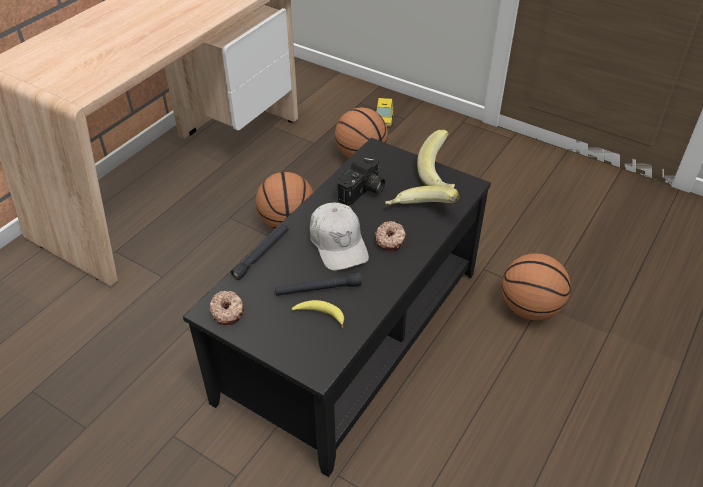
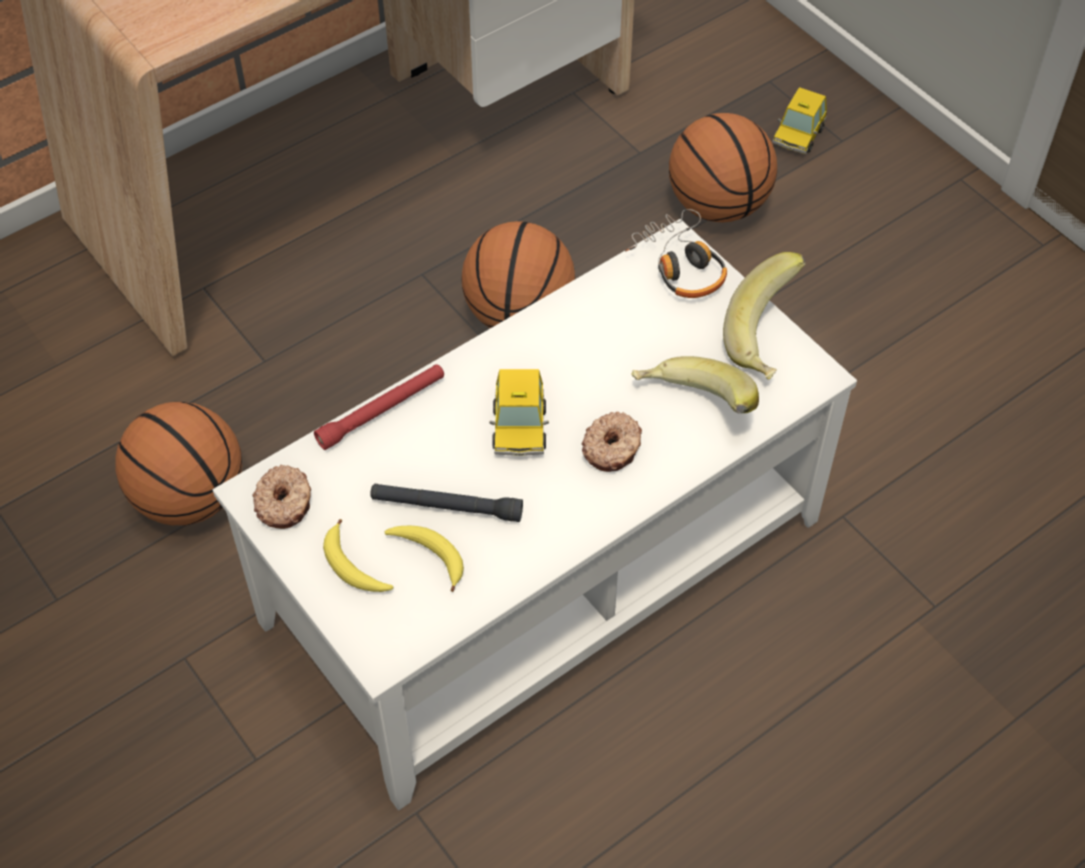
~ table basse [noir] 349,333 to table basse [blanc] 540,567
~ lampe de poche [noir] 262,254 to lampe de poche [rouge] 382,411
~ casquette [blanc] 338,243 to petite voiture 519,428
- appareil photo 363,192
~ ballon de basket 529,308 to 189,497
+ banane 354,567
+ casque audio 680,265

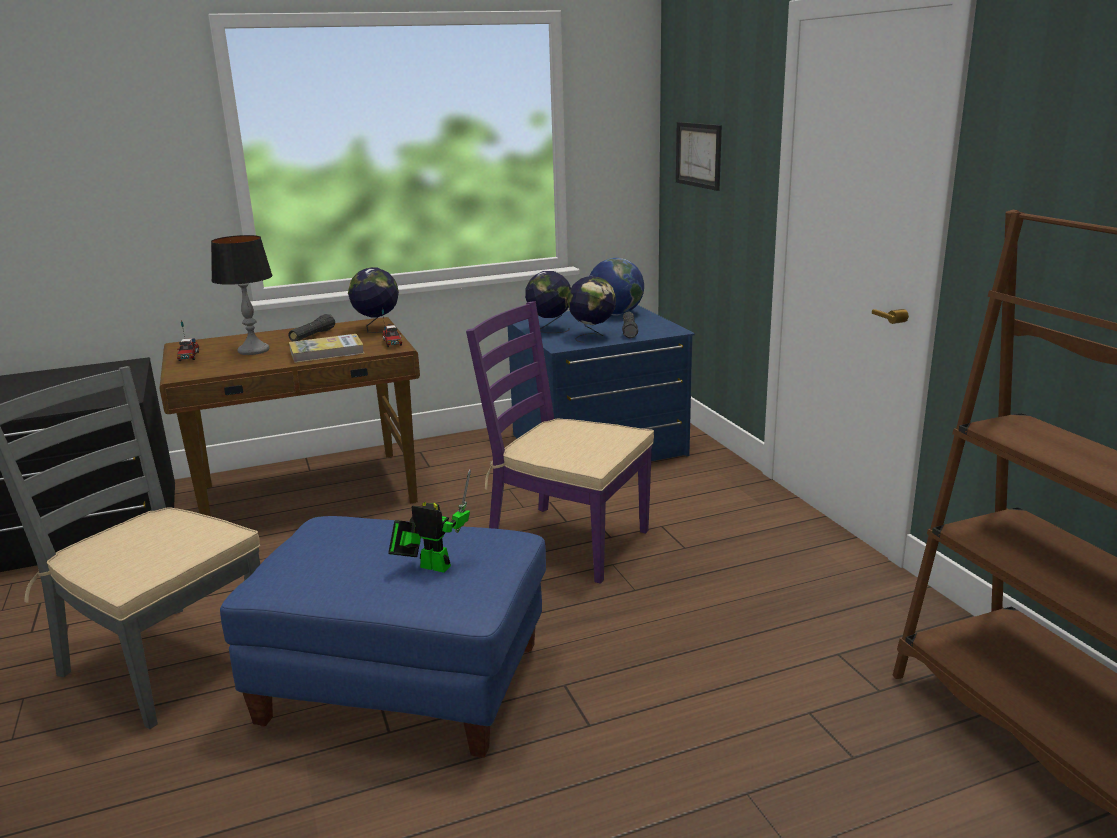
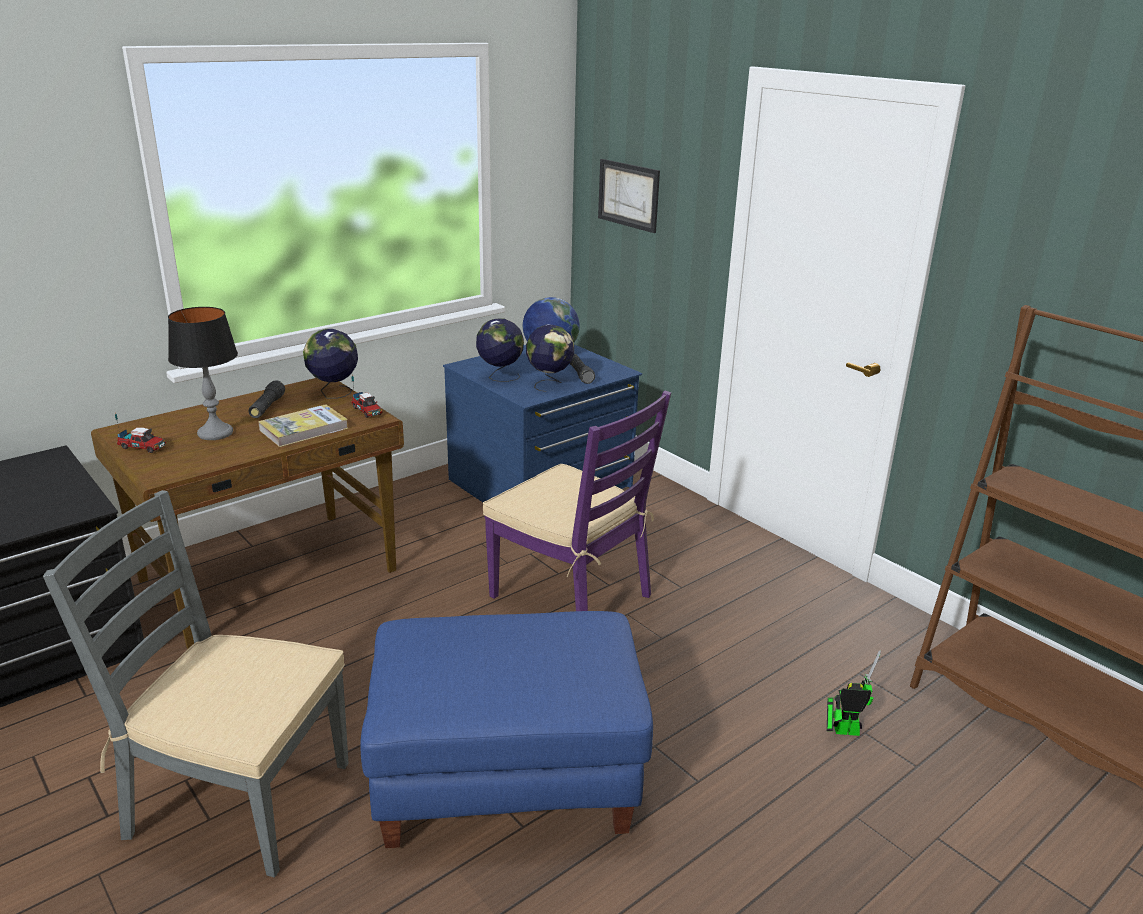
~ camion jouet 189,356 = 143,447 45 degrees counterclockwise
~ robot jouet 431,566 to 842,730
~ chaise [violet] 567,542 = 572,596 150 degrees counterclockwise

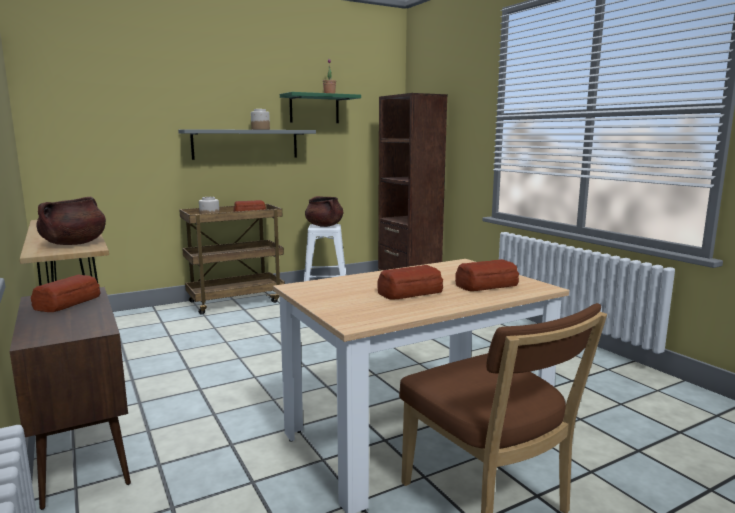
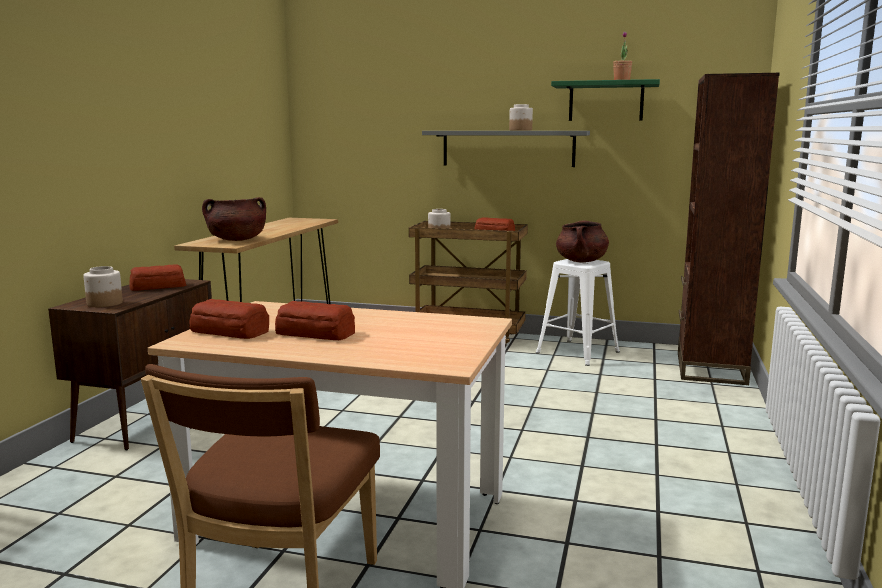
~ pain 485,285 to 229,331
+ bocal 104,303

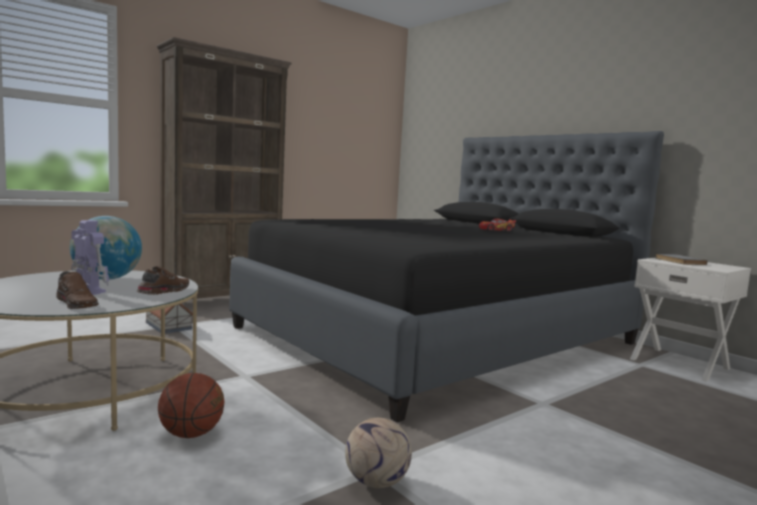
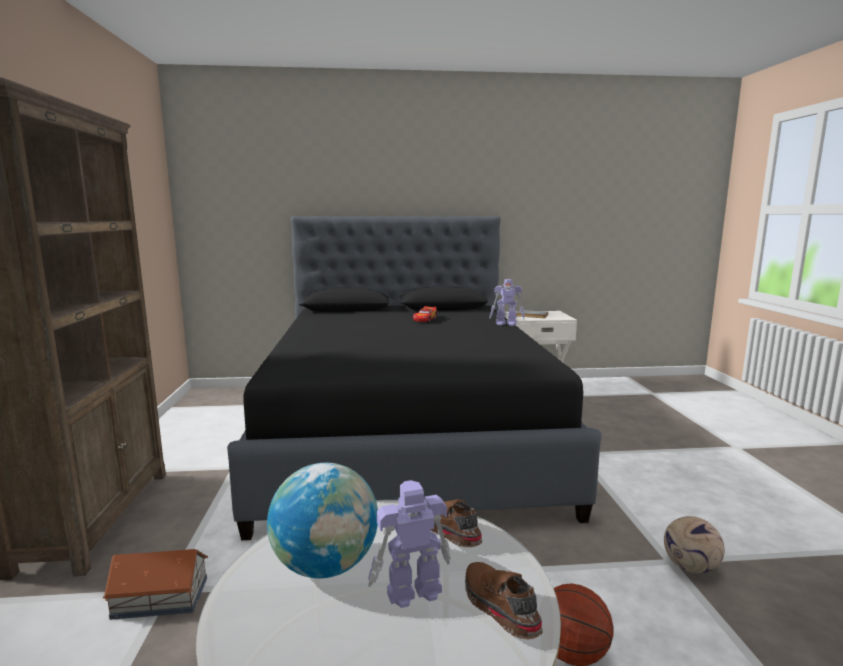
~ chaussure [marron] 78,304 = 498,607 105 degrees counterclockwise
+ robot jouet 506,324

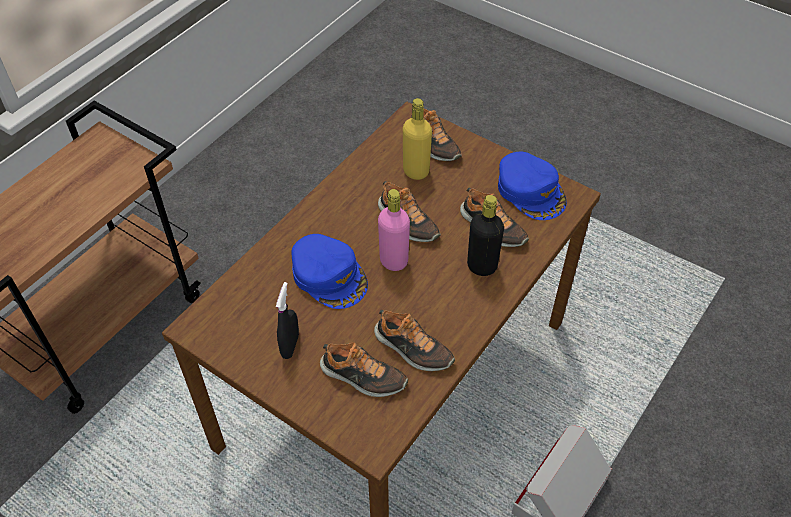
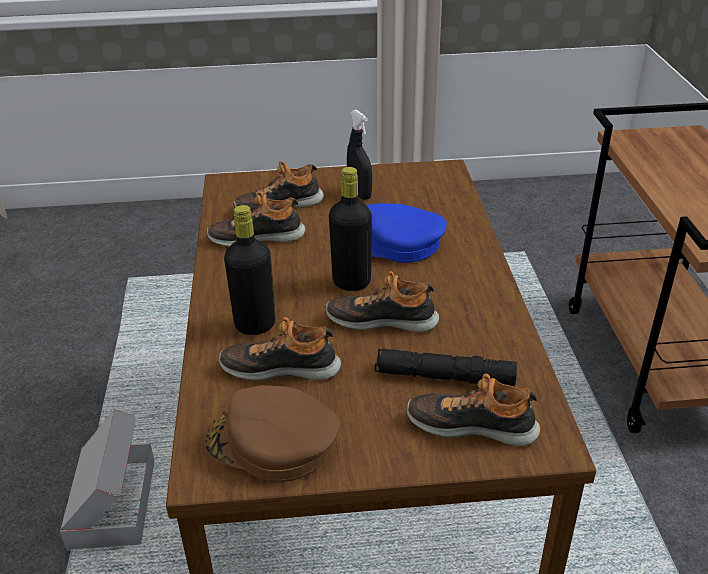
~ bouteille [rose] 394,261 to bouteille [noir] 351,282
~ bouteille [jaune] 416,171 to lampe de poche [noir] 444,376
~ casquette [bleu] 531,191 to casquette [marron] 272,442

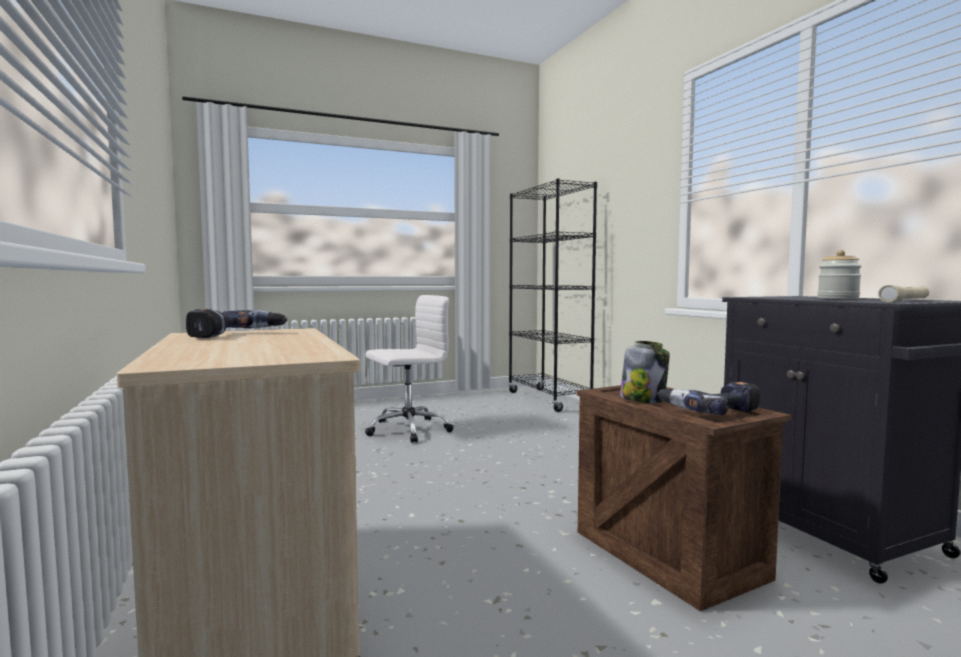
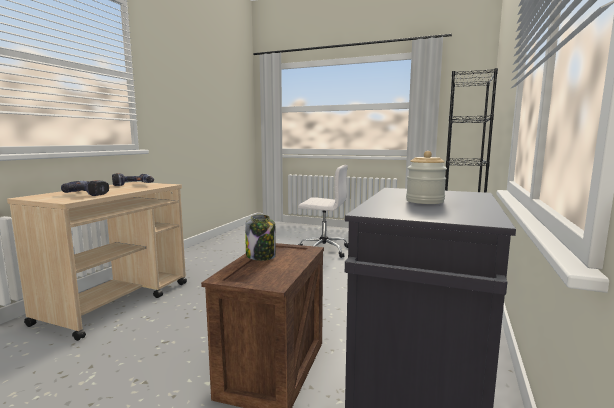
~ perceuse 709,410 to 91,193
- lampe de poche [beige] 905,301

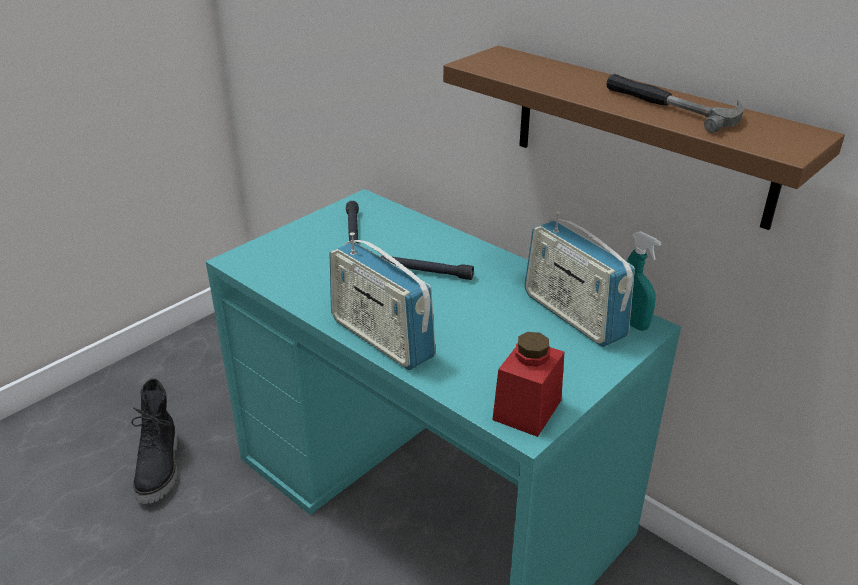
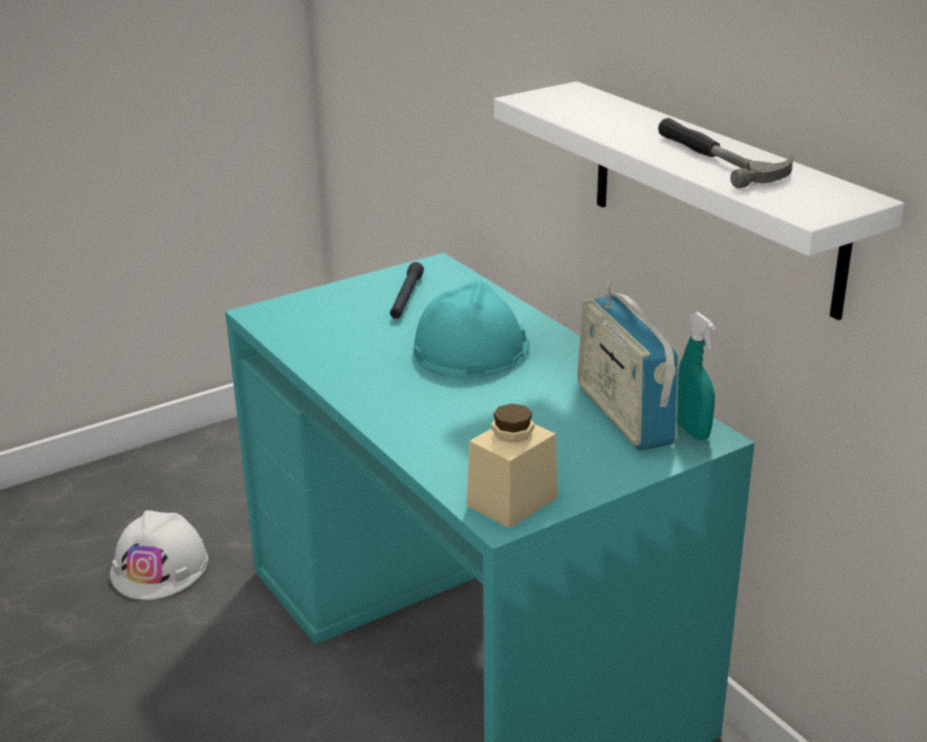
~ botte [noir] 160,468 to casque de chantier [blanc] 160,567
- radio 381,339
~ lampe de poche [noir] 426,272 to casque de chantier [turquoise] 470,349
~ étagère [marron] 641,134 to étagère [blanc] 713,195
~ bocal [rouge] 527,410 to bocal [beige] 512,501

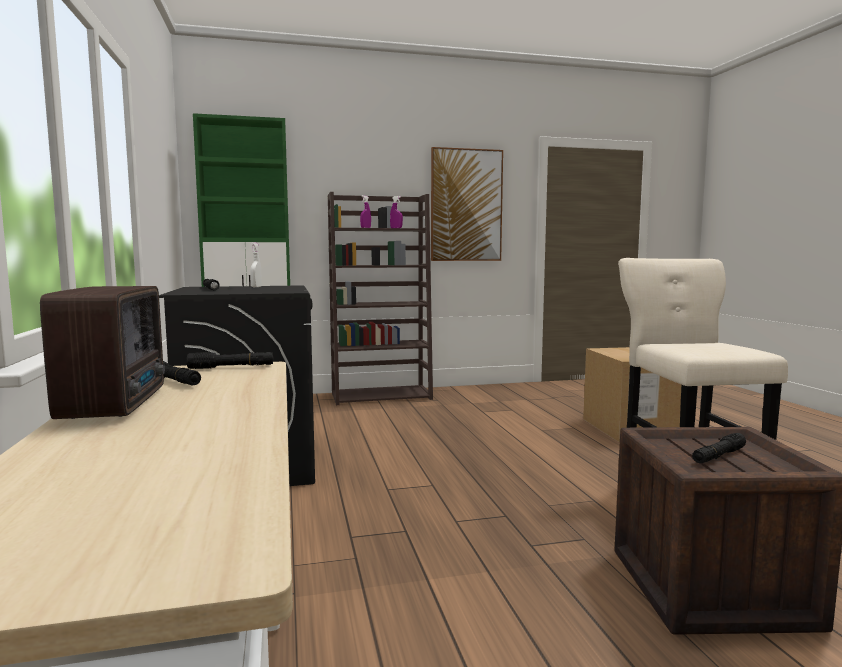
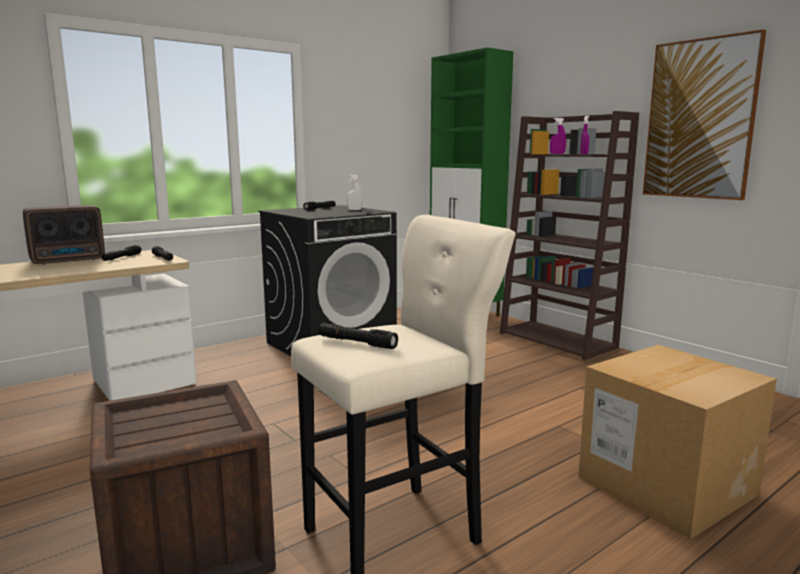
~ lampe de poche [noir] 718,456 to 356,343

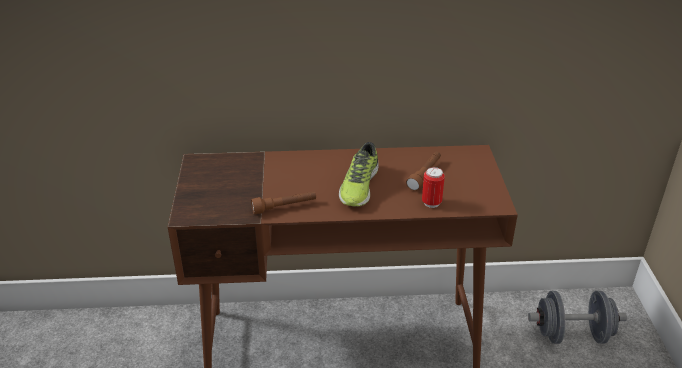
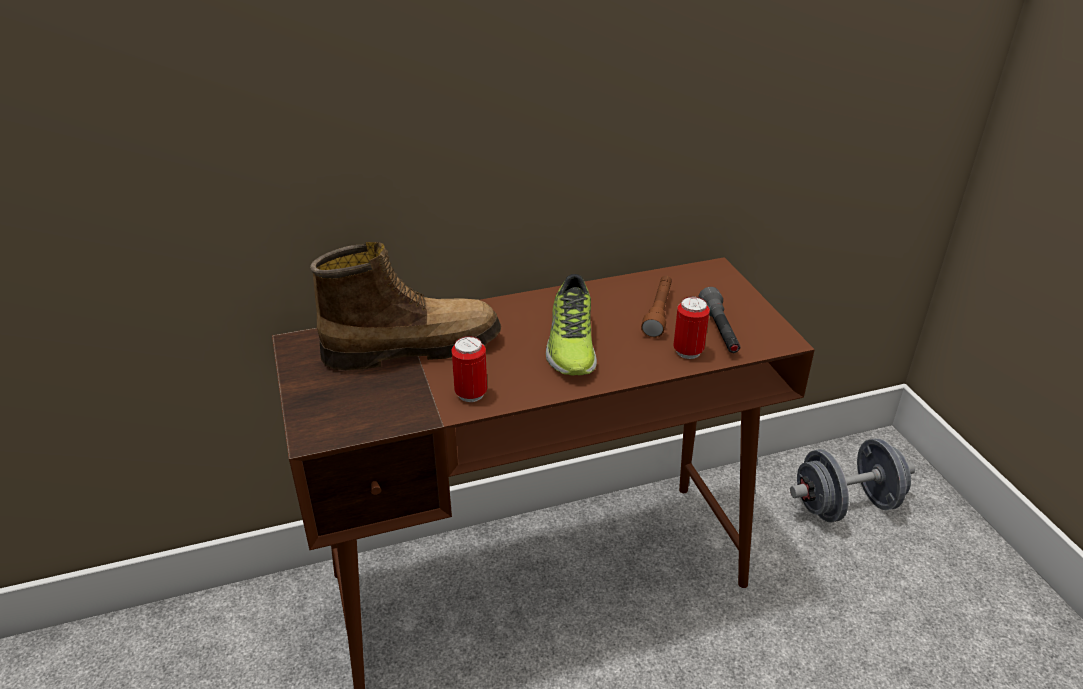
~ lampe de poche [marron] 284,207 to boîte métallique 471,394
+ botte 412,347
+ lampe de poche [gris] 719,330

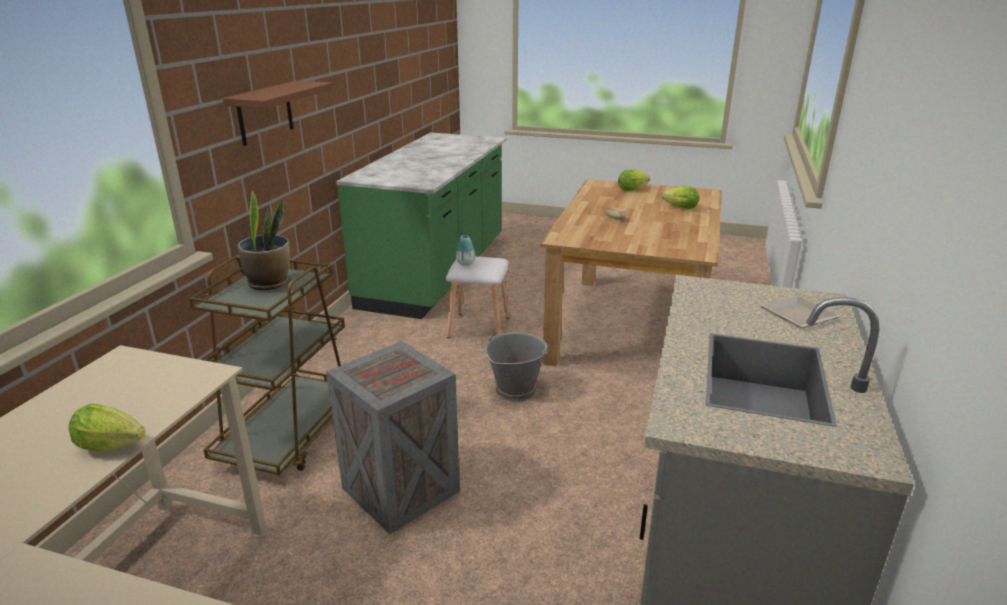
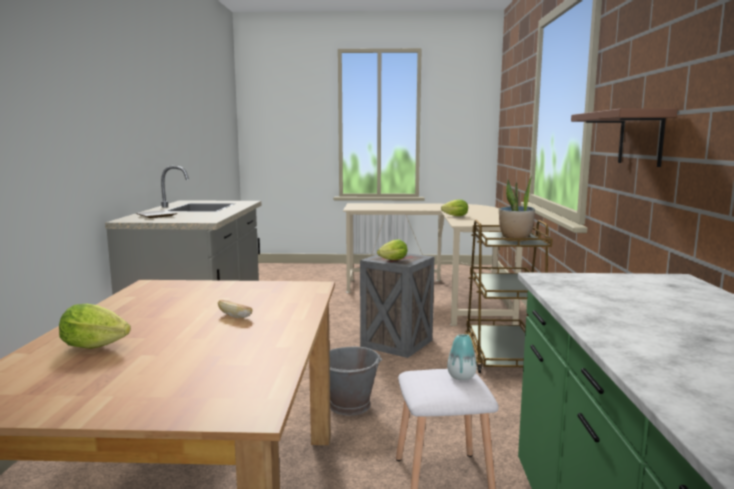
~ laitue 633,189 to 391,260

